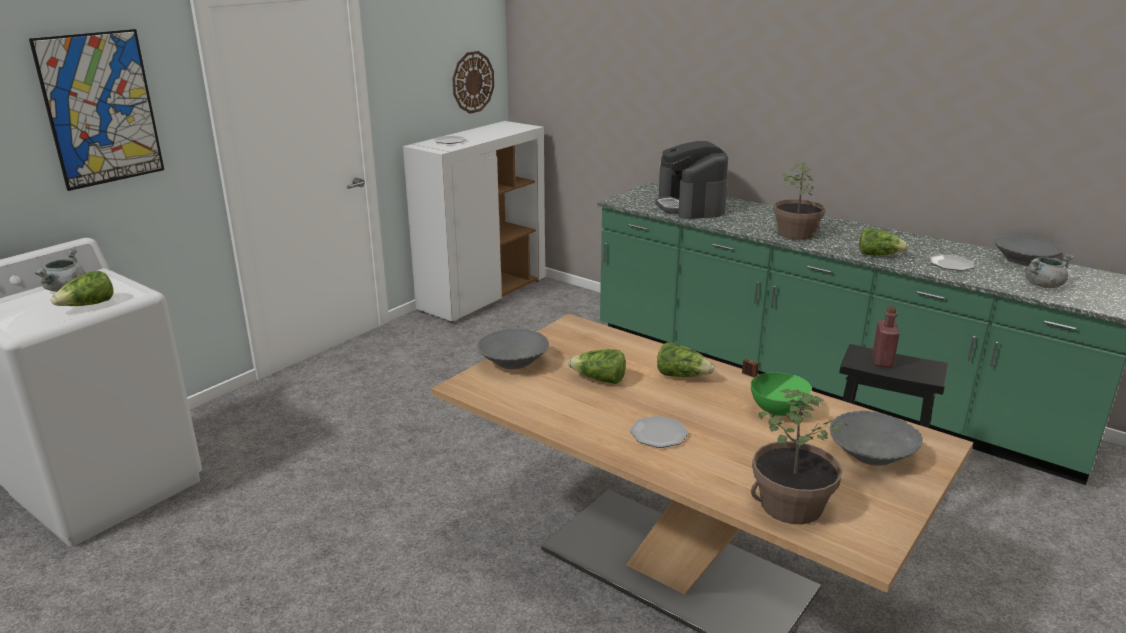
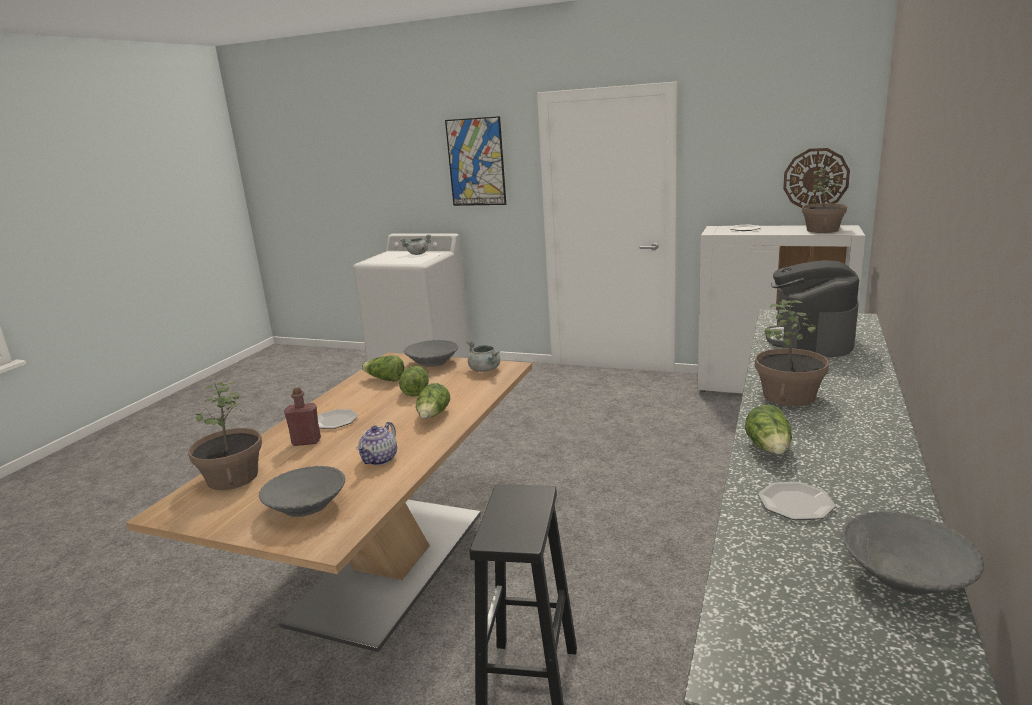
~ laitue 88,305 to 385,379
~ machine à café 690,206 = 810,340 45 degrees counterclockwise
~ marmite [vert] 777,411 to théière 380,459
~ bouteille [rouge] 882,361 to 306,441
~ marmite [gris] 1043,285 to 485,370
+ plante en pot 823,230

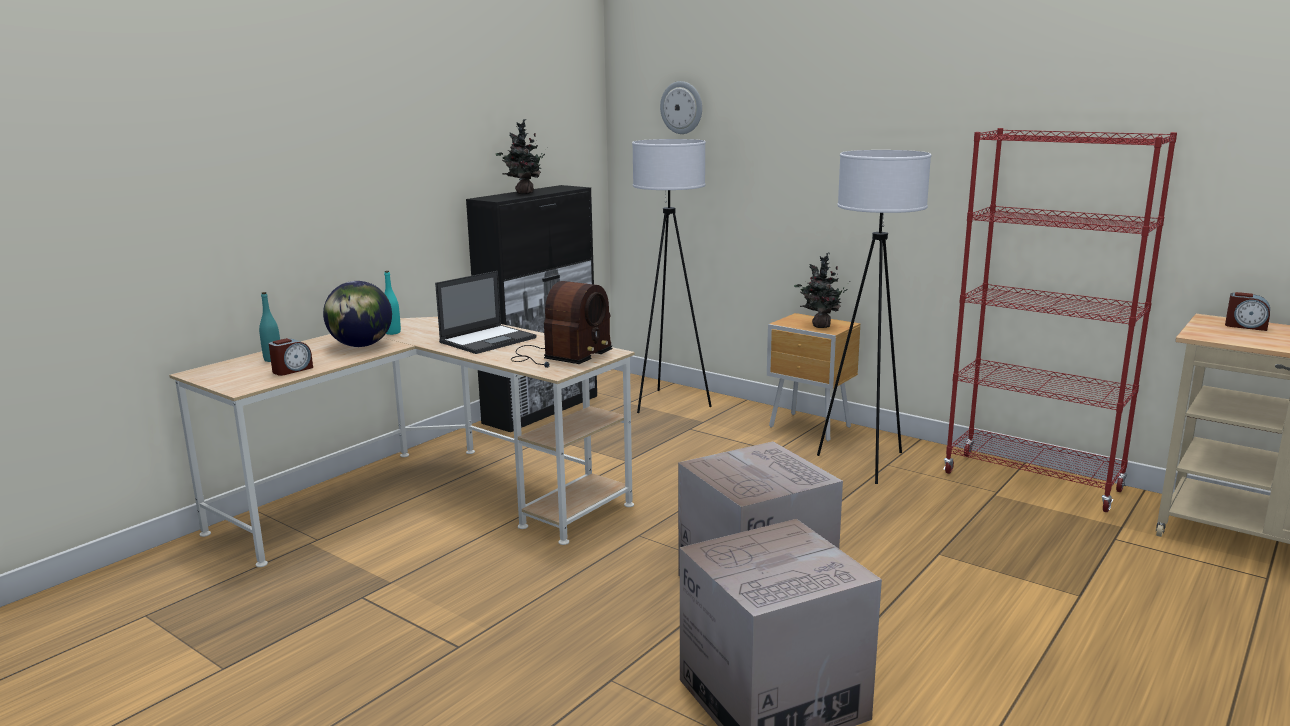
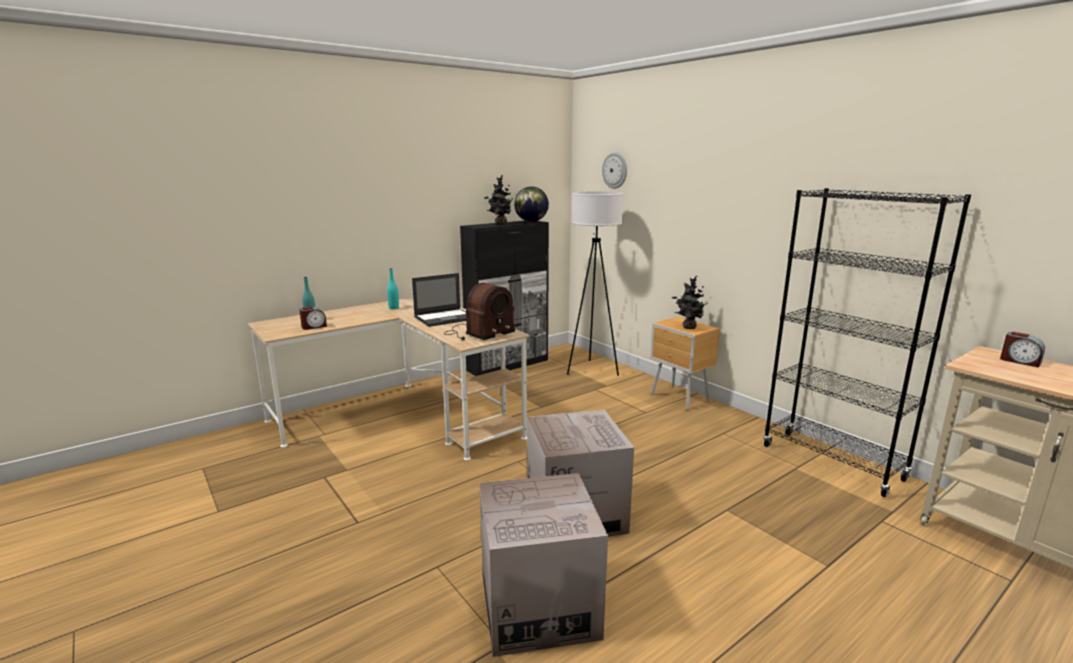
~ globe 361,346 to 531,221
- lampadaire [blanc] 866,463
~ bibliothèque [rouge] 1032,482 to bibliothèque [noir] 832,462

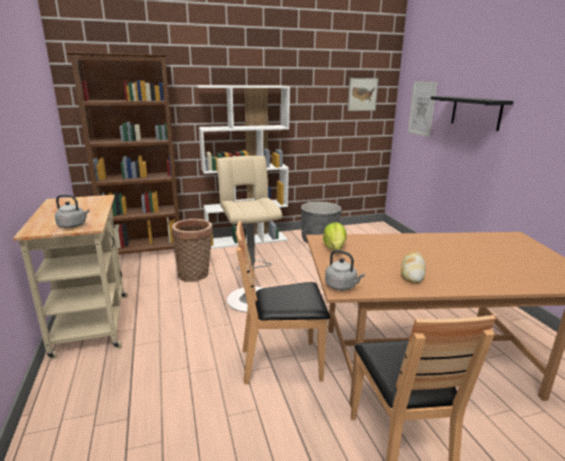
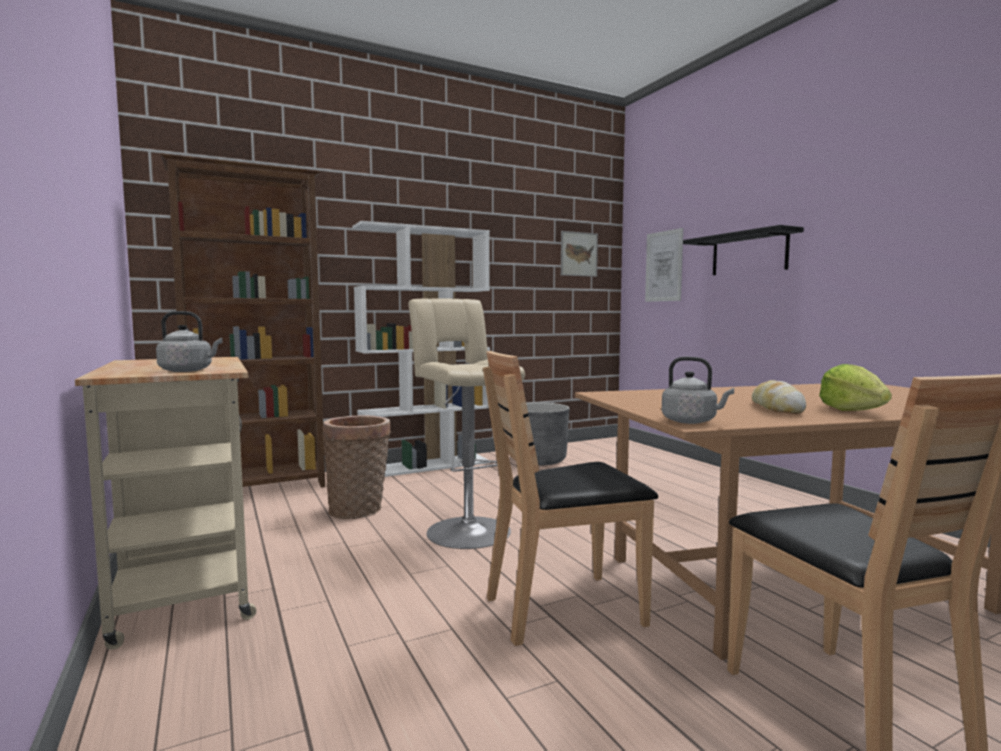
~ laitue 334,248 to 852,411

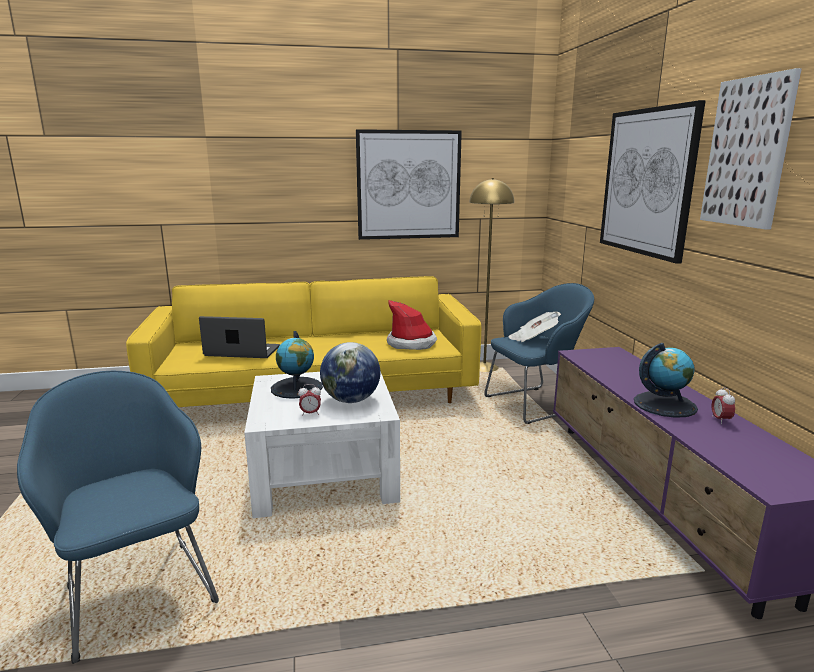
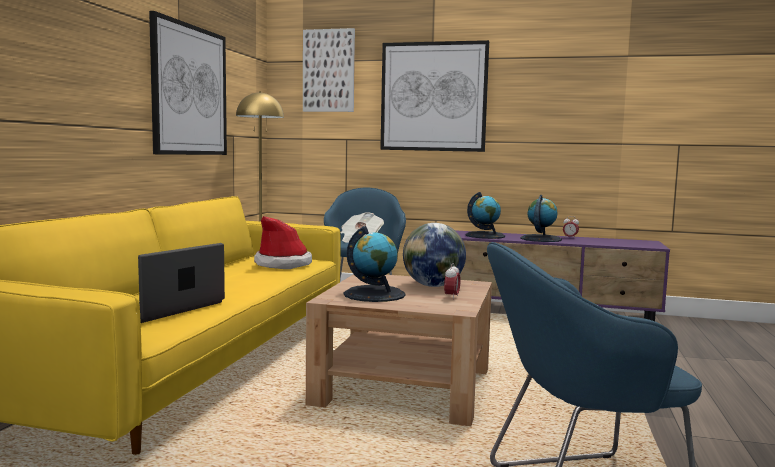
~ table basse [blanc] 324,473 to table basse [marron] 404,386
~ tableau 747,152 to 328,71
+ globe 485,235

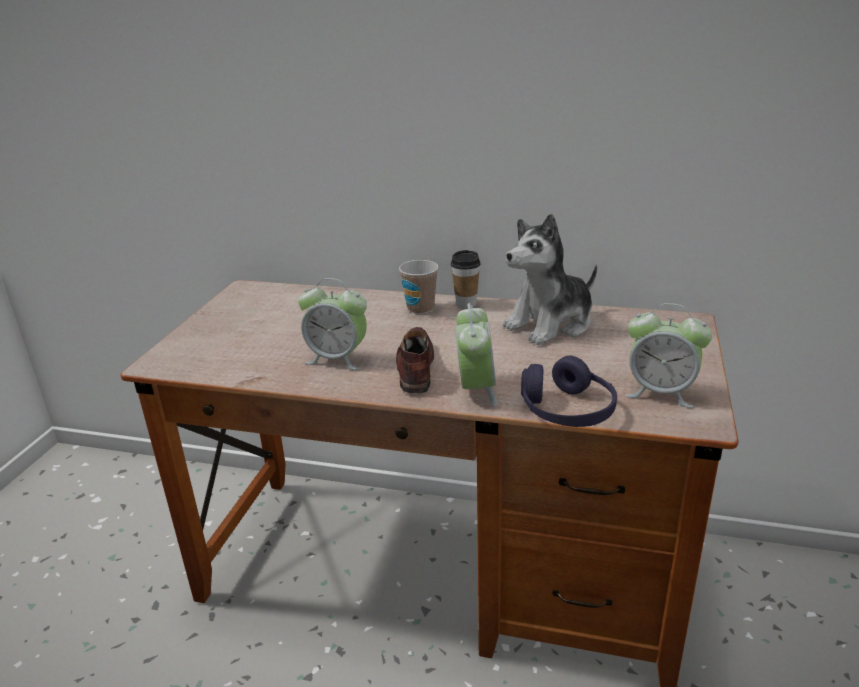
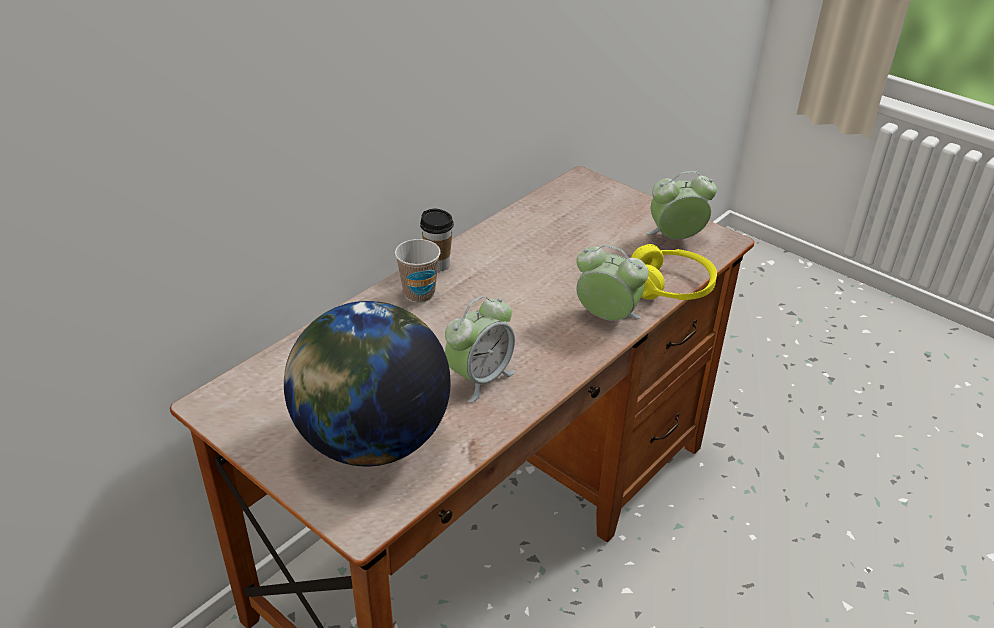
- chaussure [marron] 415,368
- peluche 551,324
~ casque audio [violet] 566,410 to casque audio [jaune] 670,287
~ réveil 661,392 = 675,238 150 degrees counterclockwise
+ globe 372,440

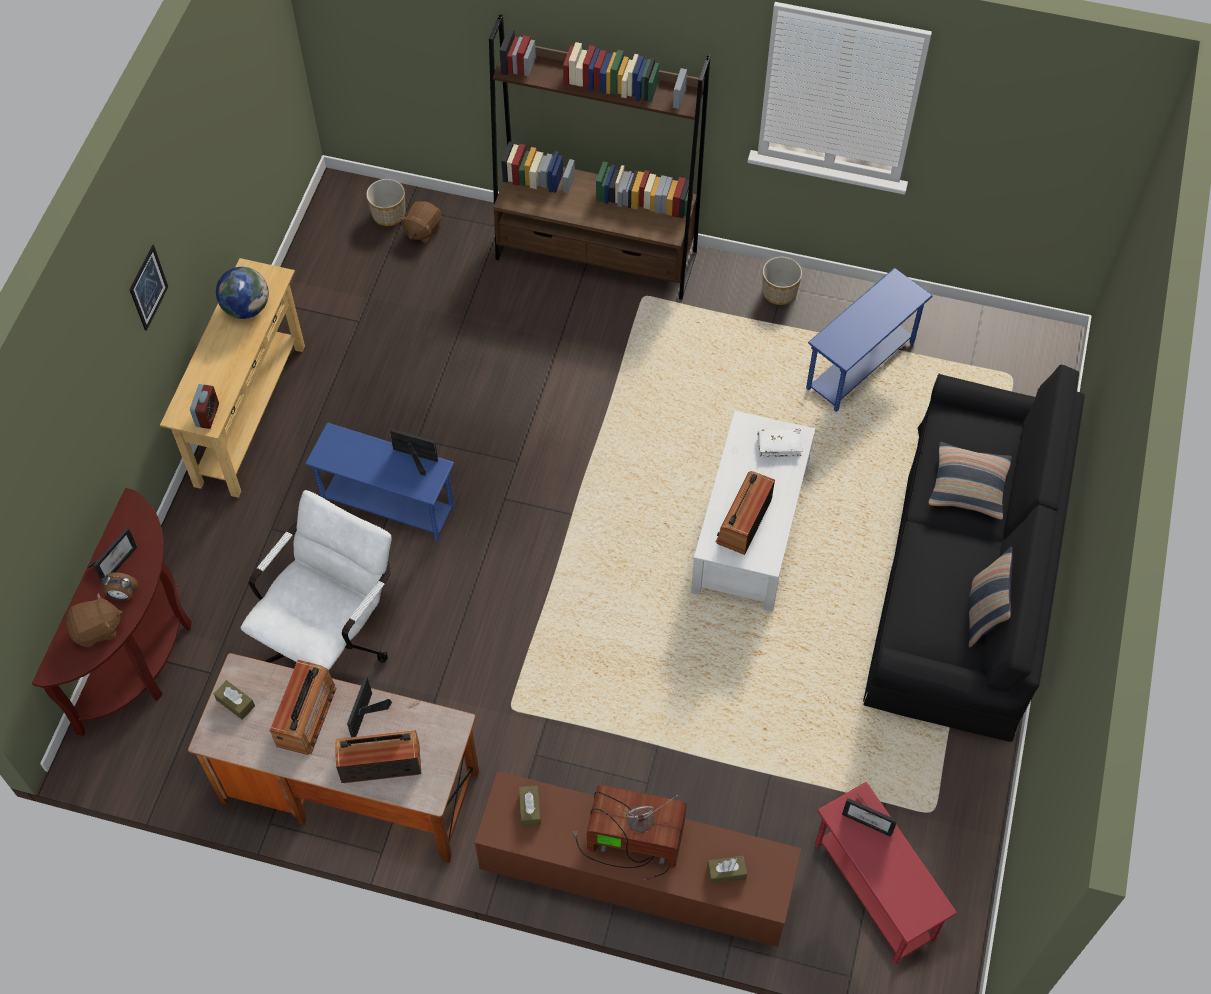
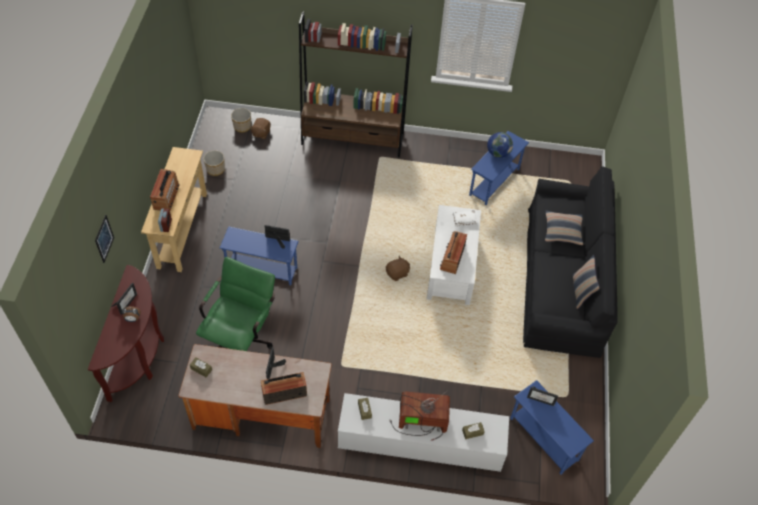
~ peluche [marron] 97,630 to 397,273
~ tableau 148,288 to 104,239
~ globe 246,308 to 498,153
~ chaise de bureau [blanc] 332,638 to chaise de bureau [vert] 241,339
~ radio 306,716 to 166,196
~ meuble télé [marron] 634,877 to meuble télé [blanc] 419,445
~ cache-pot 779,292 to 215,169
~ table d'appoint [rouge] 874,891 to table d'appoint [bleu] 544,439

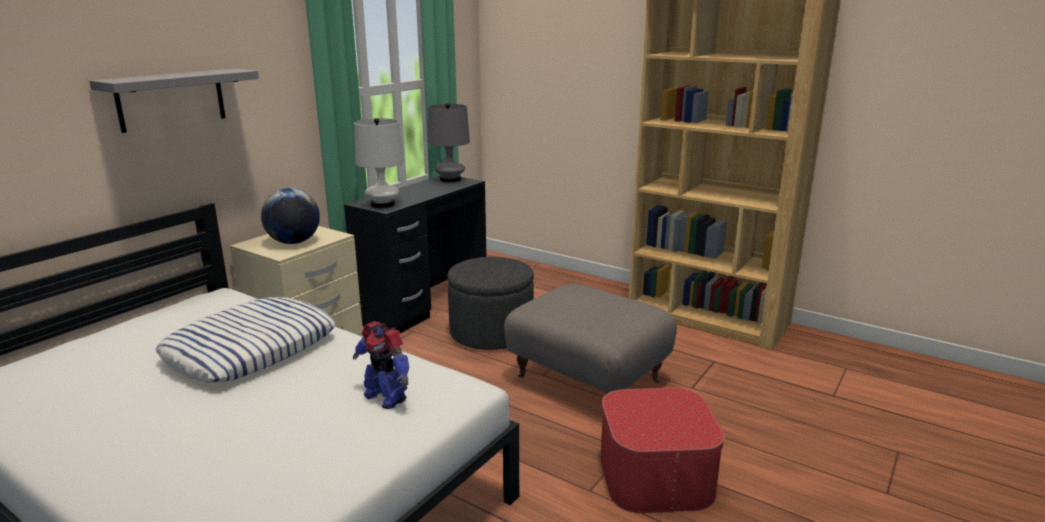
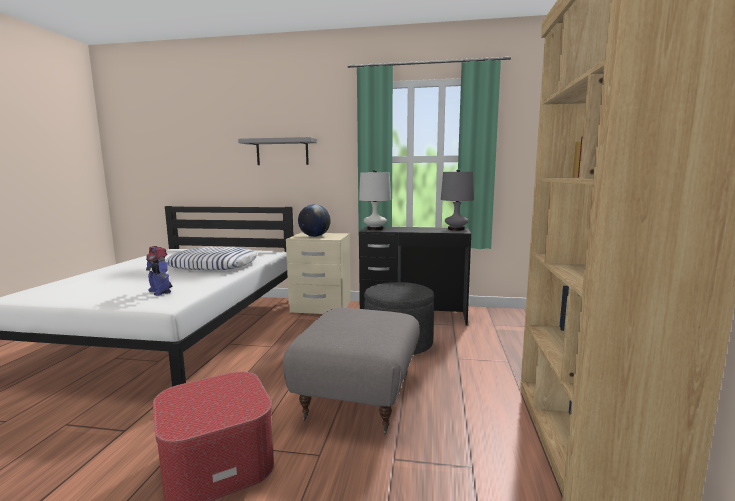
~ robot jouet 385,397 = 160,292 60 degrees counterclockwise

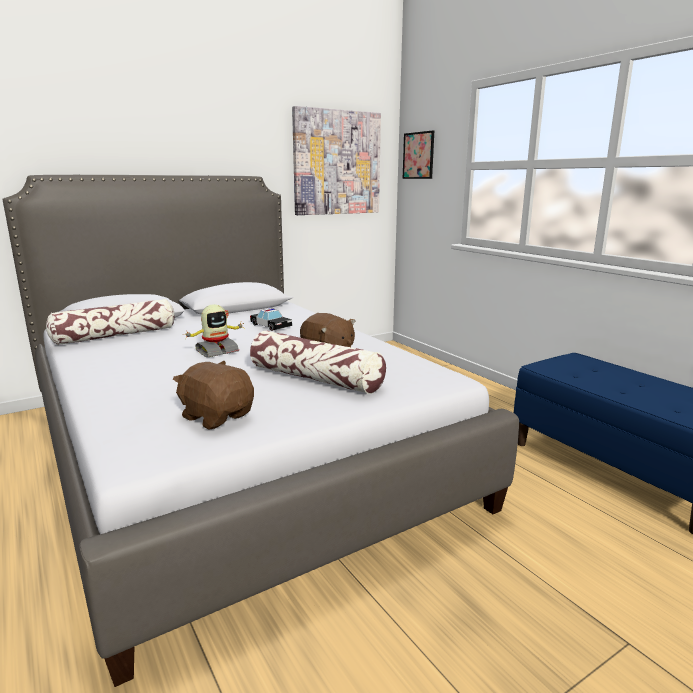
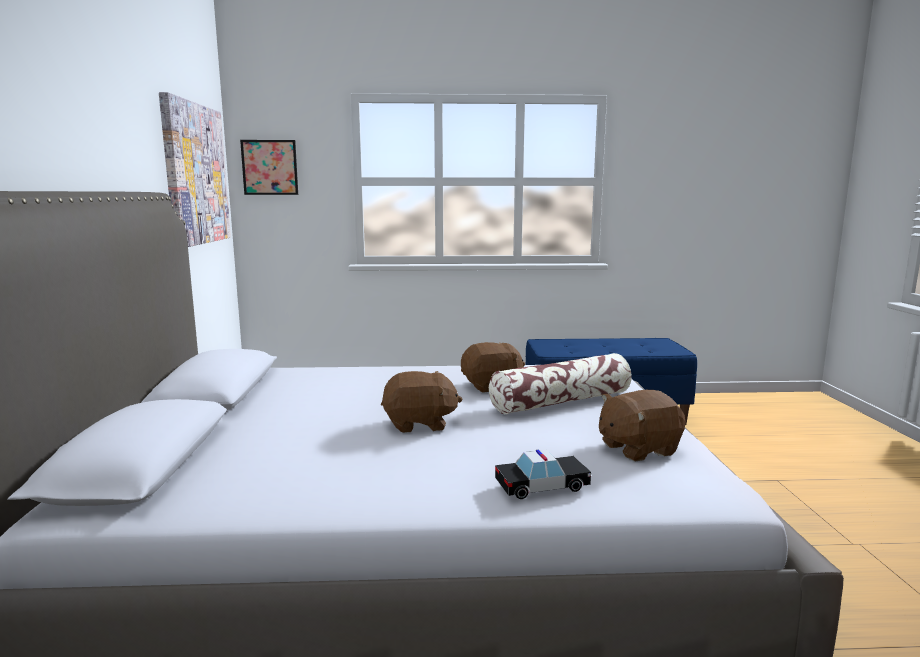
- coussin 116,335
~ robot jouet 216,351 to peluche [marron] 420,424
~ petite voiture 271,326 to 542,485

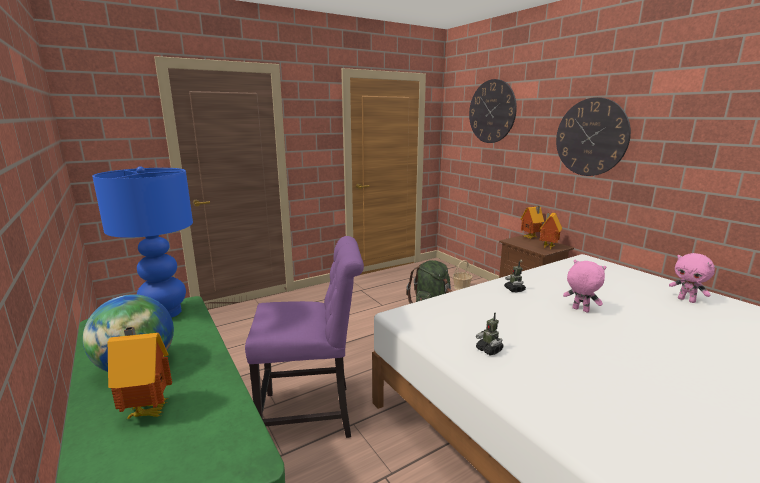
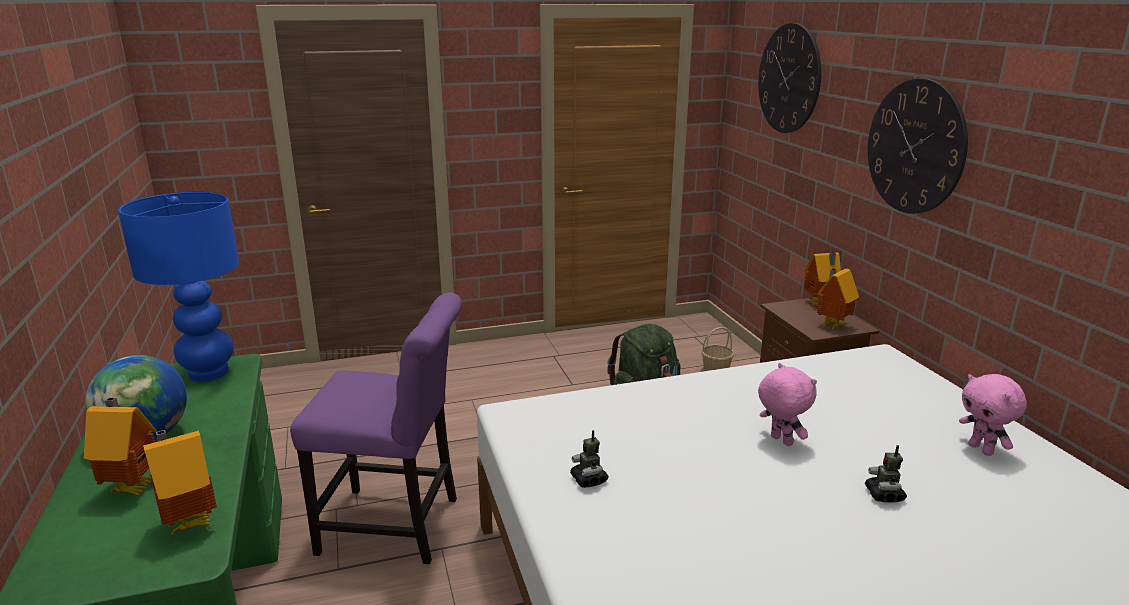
~ robot jouet 514,289 to 884,495
+ maison miniature 190,523

